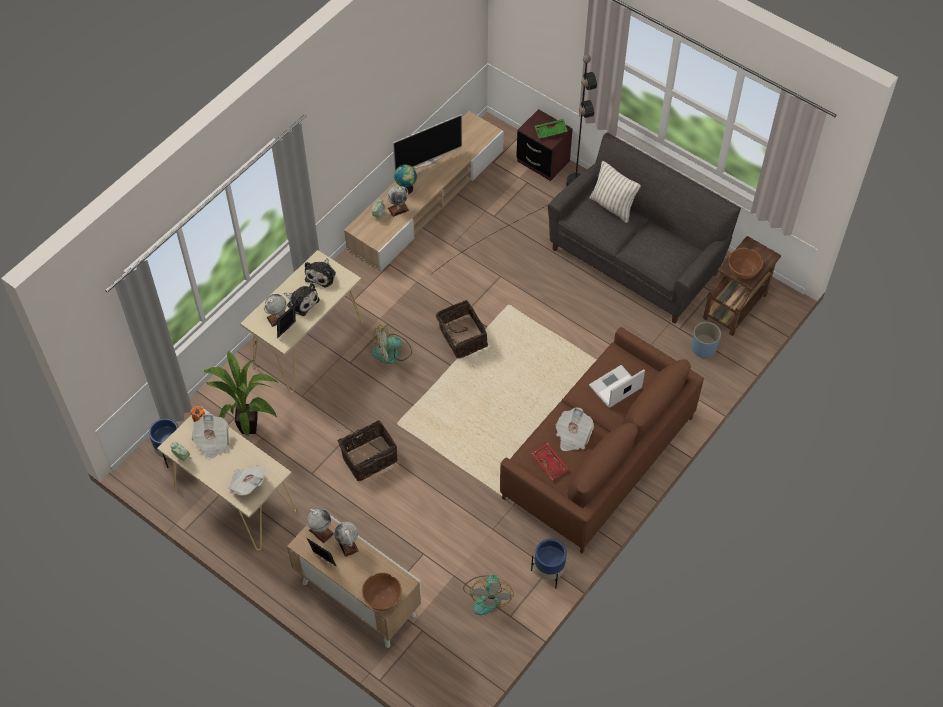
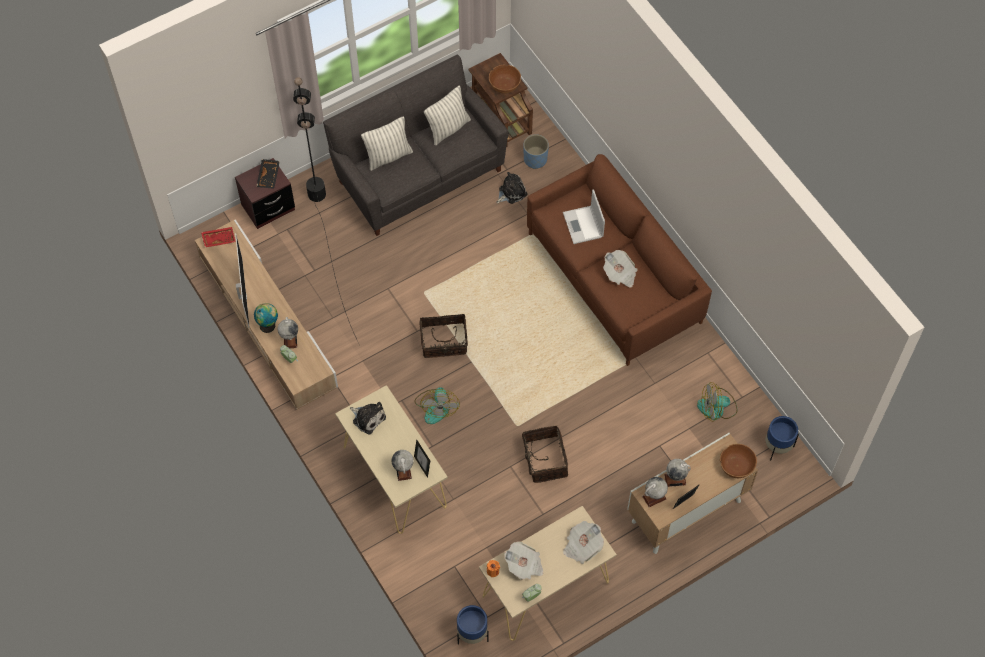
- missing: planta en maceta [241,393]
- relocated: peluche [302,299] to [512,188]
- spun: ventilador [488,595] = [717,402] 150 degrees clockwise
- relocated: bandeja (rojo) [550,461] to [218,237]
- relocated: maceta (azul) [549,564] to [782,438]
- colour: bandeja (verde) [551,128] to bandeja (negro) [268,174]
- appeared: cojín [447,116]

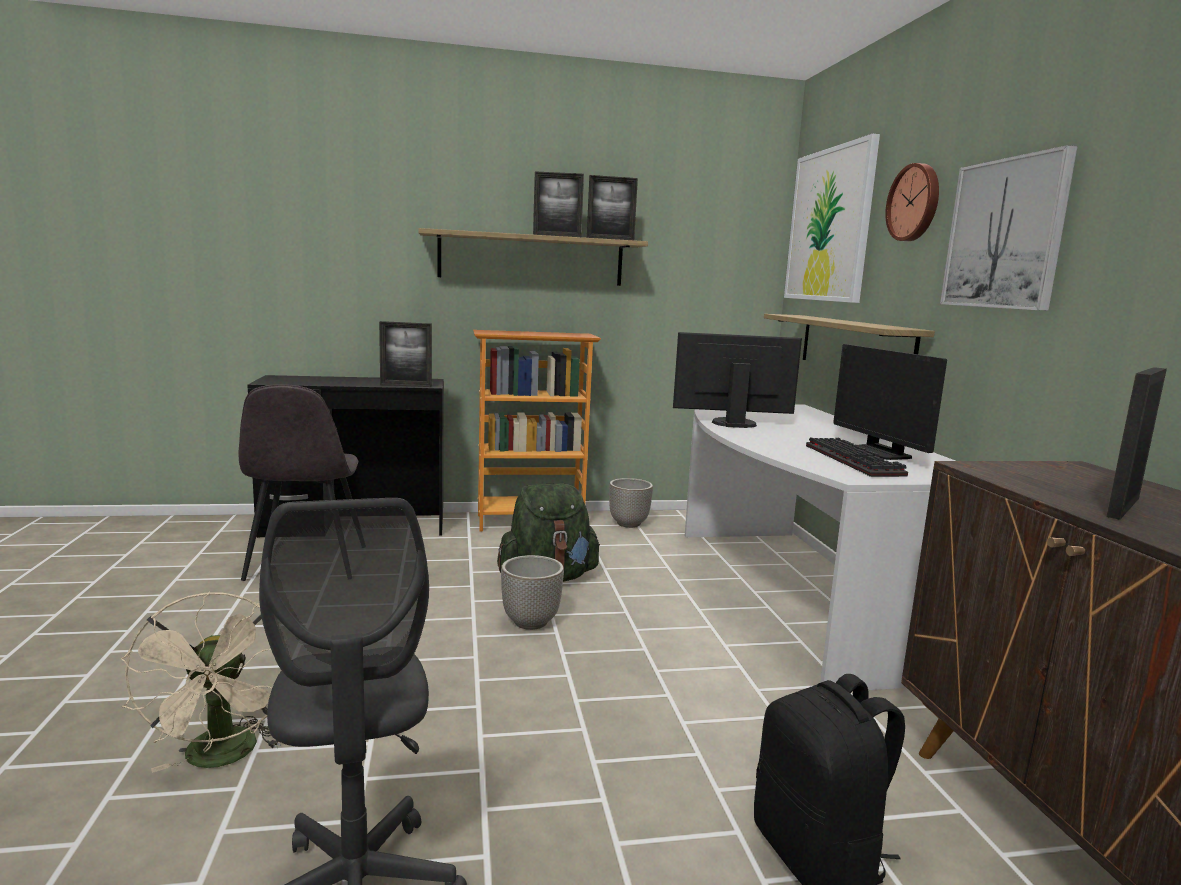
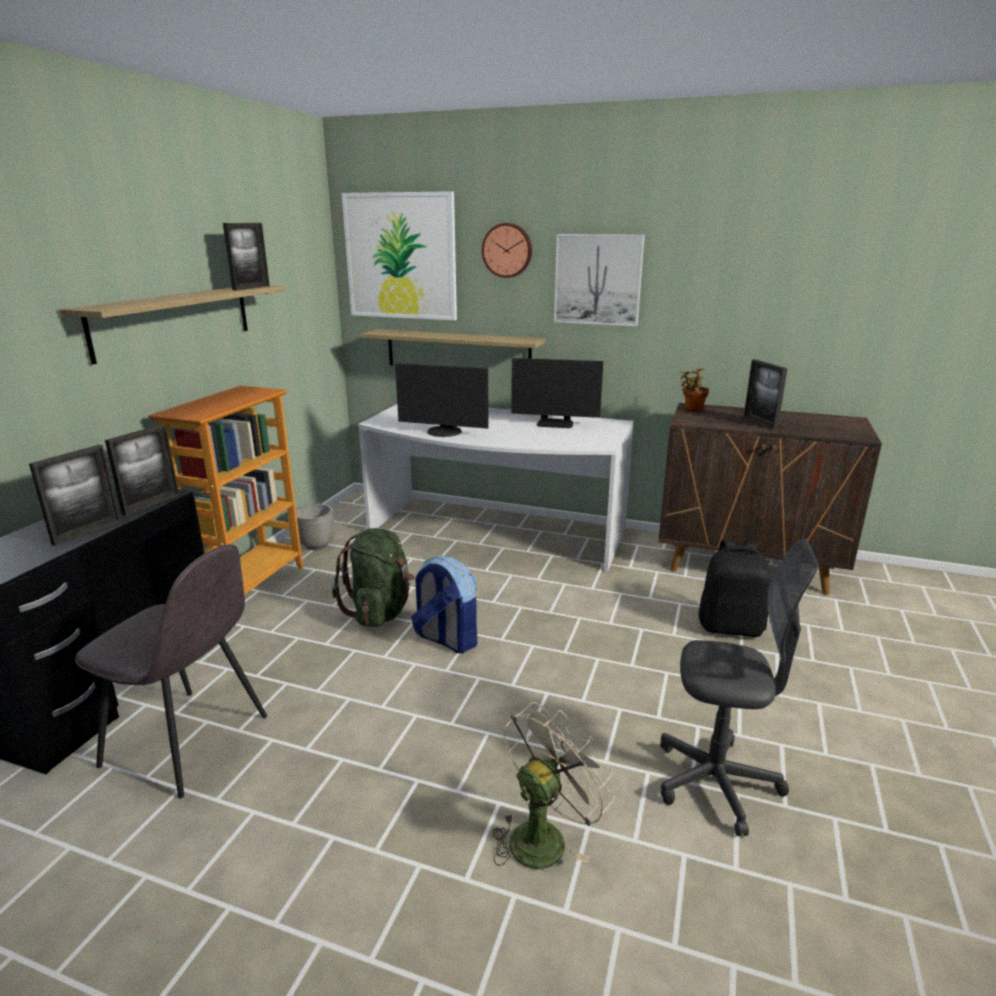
- spun: ventilador (beis) [201,682] = [553,785] 60 degrees counterclockwise
- exchanged: maceta [532,592] to mochila [444,604]
- relocated: portarretratos [558,204] to [74,495]
- spun: monitor [737,380] = [441,400] 105 degrees counterclockwise
- missing: teclado [857,457]
- appeared: planta en maceta [694,389]

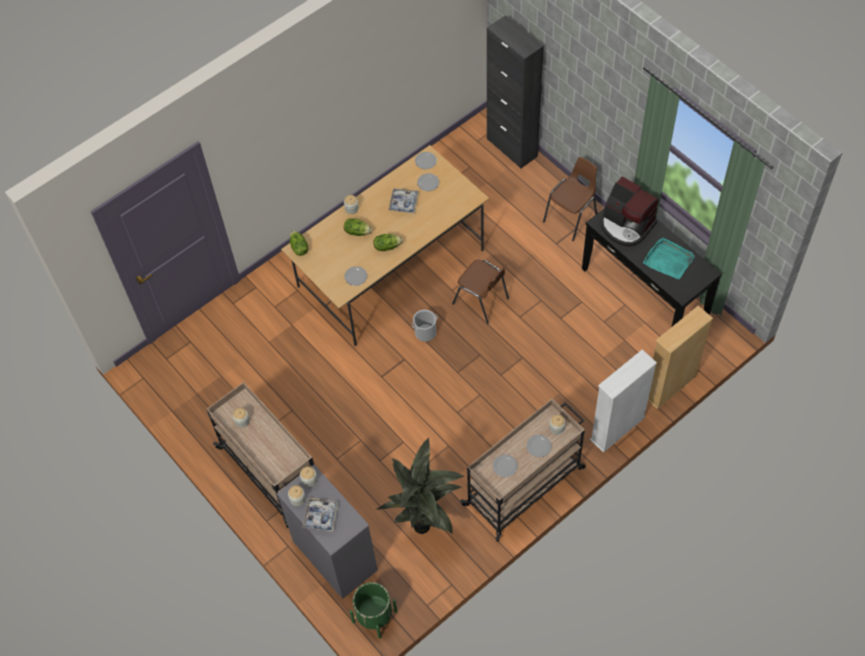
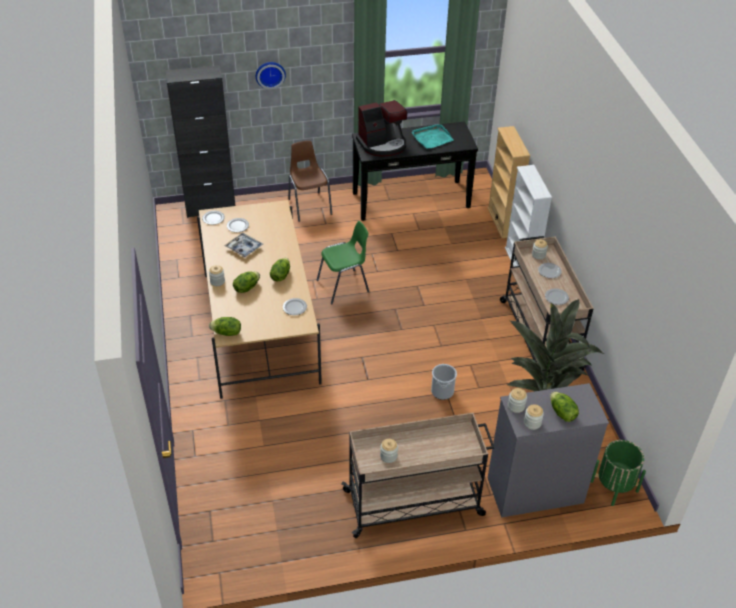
- exchanged: bandeja [320,515] to lechuga [564,407]
- relocated: cubo [425,326] to [444,382]
- colour: silla (marrón) [480,291] to silla (verde) [342,262]
- appeared: reloj de pared [271,75]

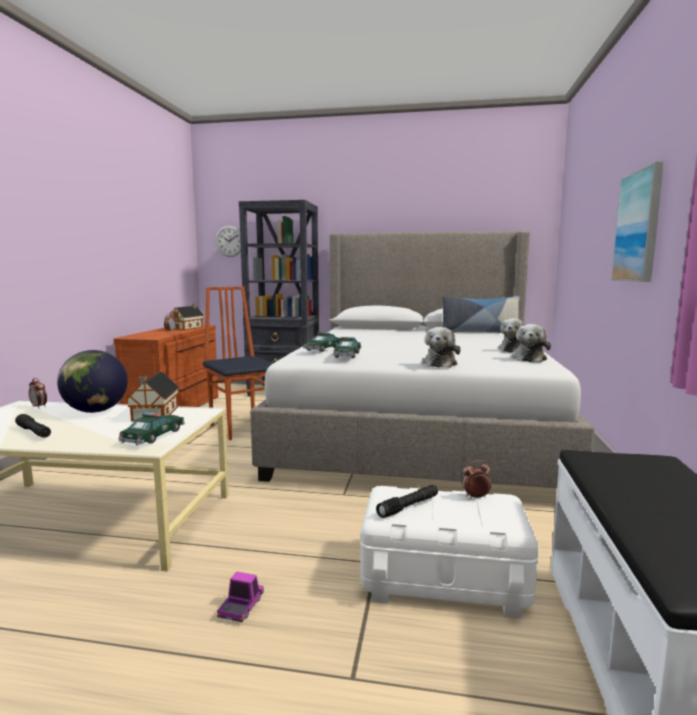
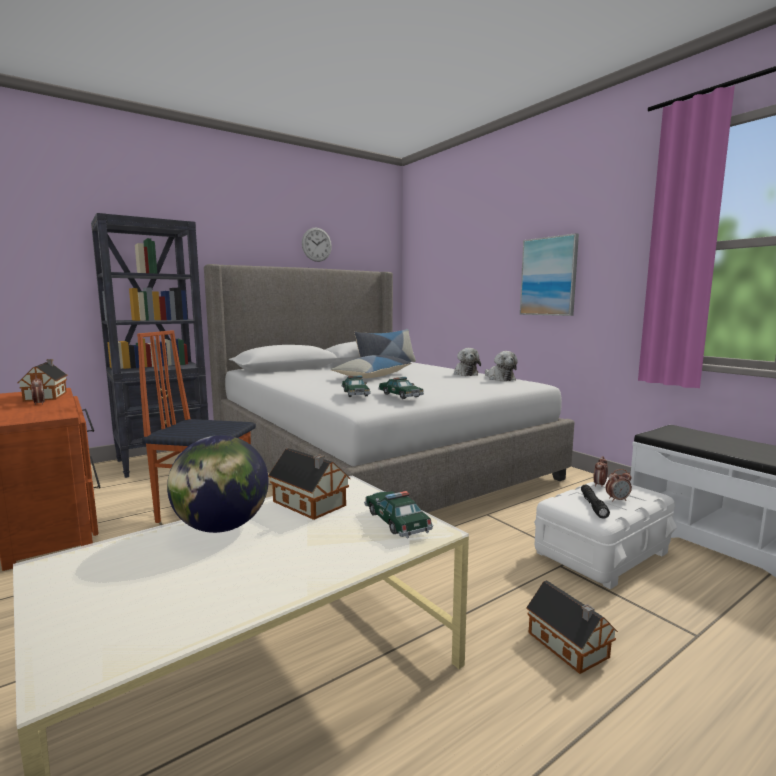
- missing: linterna (negro) [33,426]
- relocated: despertador [38,393] to [619,485]
- relocated: reloj de pared [228,241] to [317,245]
- exchanged: camión de juguete [240,597] to casita [572,627]
- missing: peluche [441,347]
- appeared: cojín [371,366]

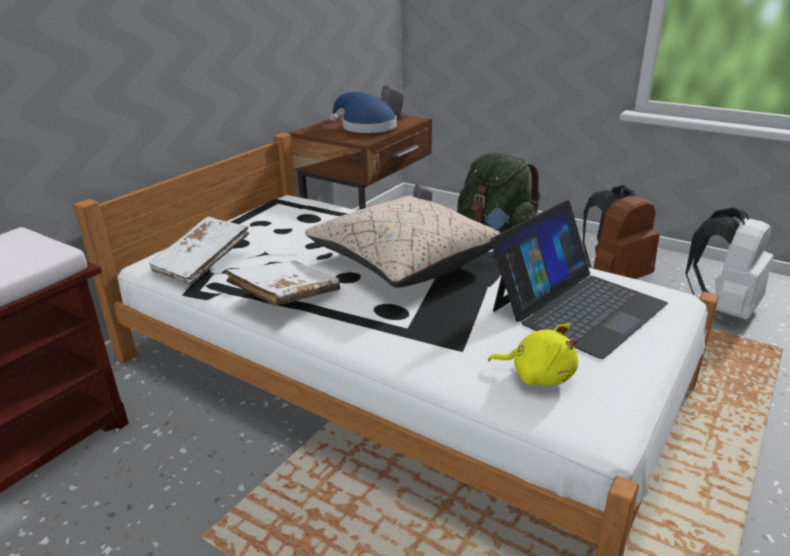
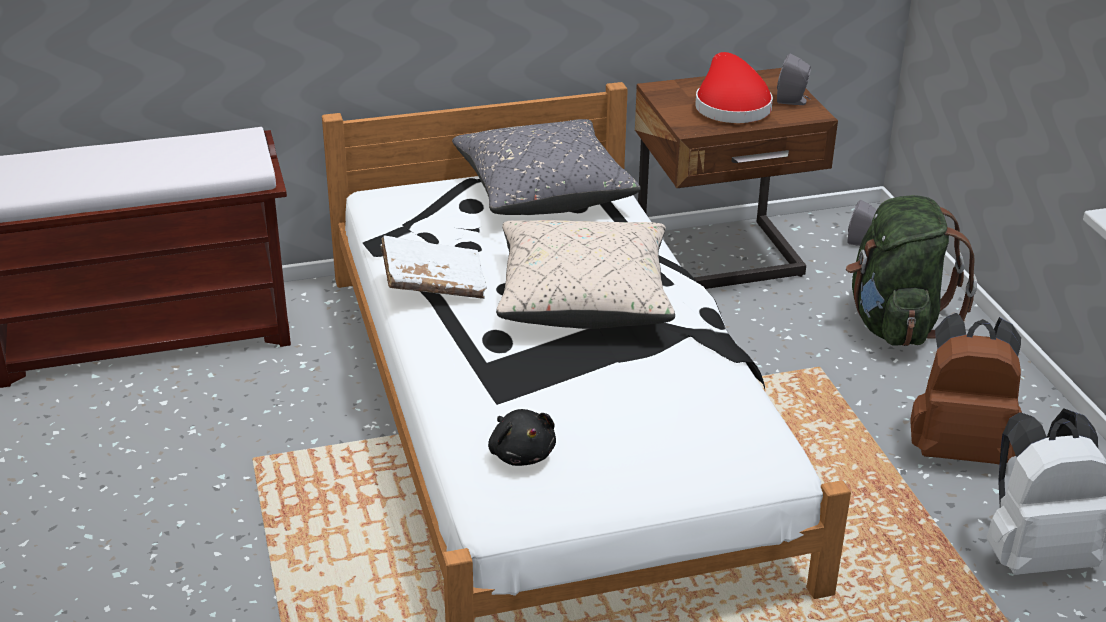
- missing: libro (blanco) [199,251]
- colour: sombrero (azul) [363,112] to sombrero (rojo) [734,87]
- colour: peluche (amarillo) [533,354] to peluche (negro) [522,437]
- missing: portátil [579,279]
- appeared: cojín (gris) [546,167]

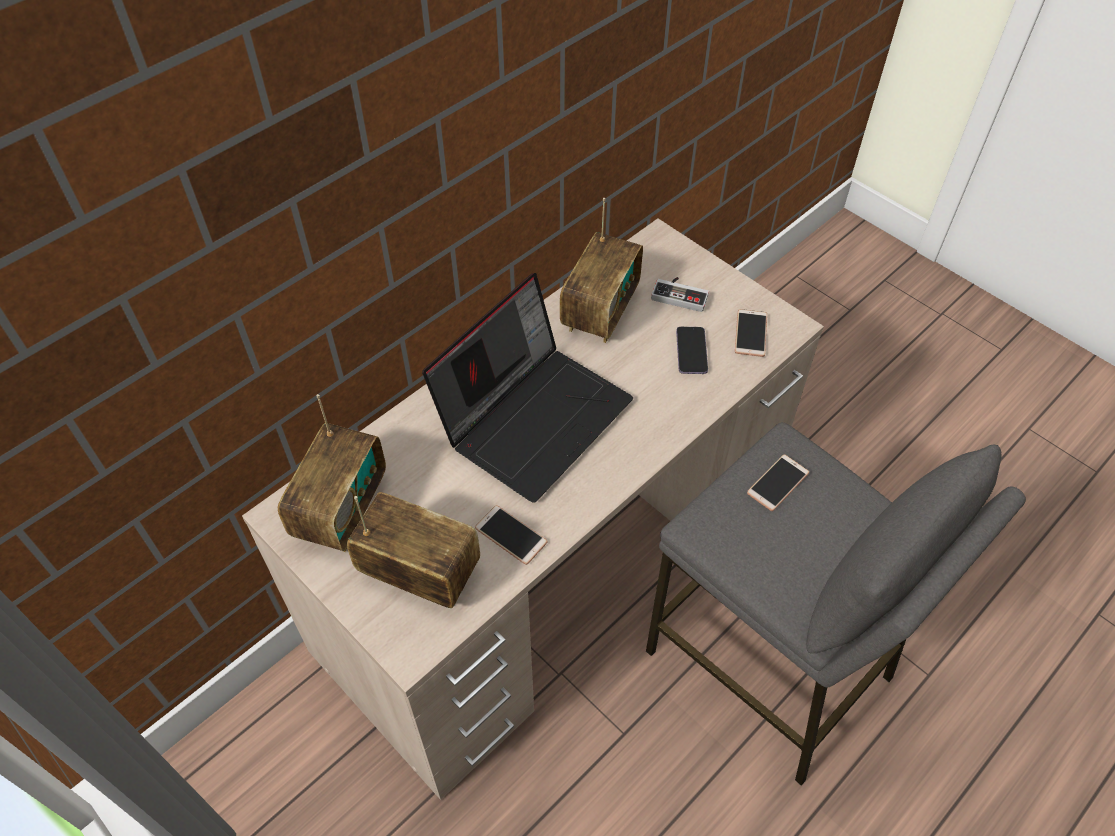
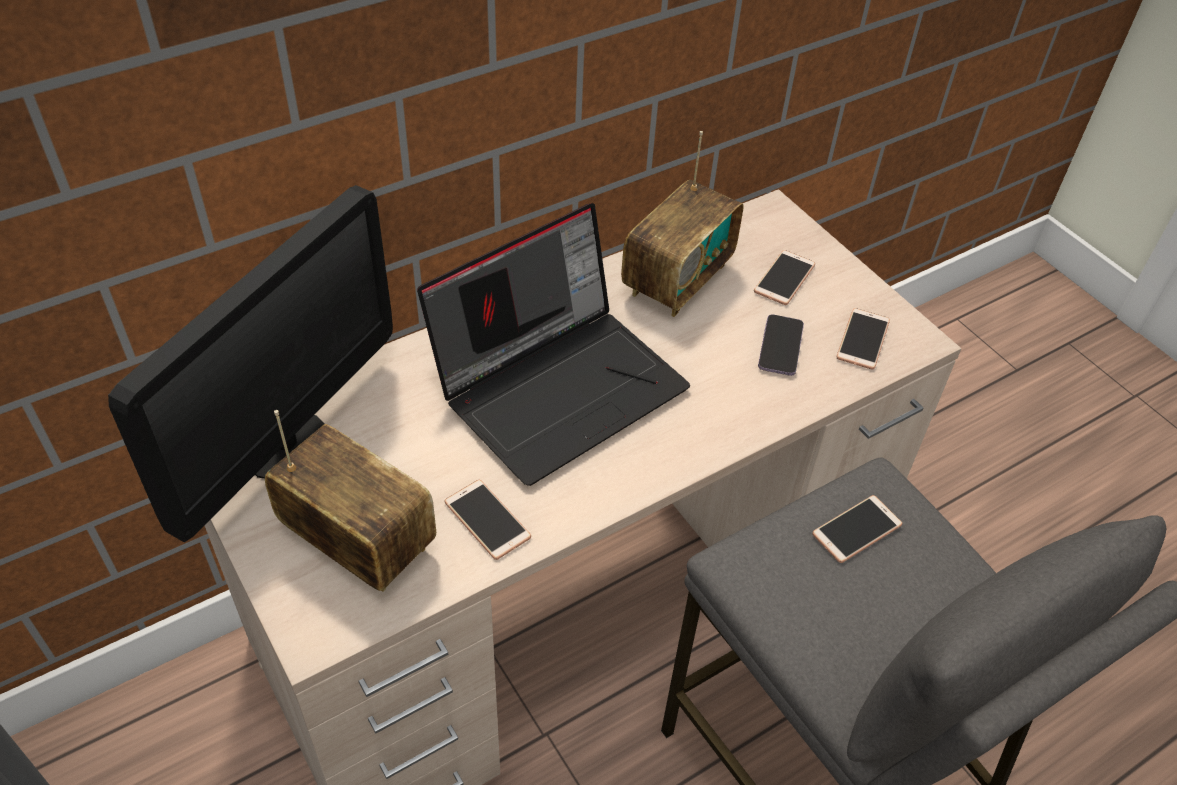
- exchanged: radio [332,473] to monitor [250,364]
- exchanged: mando de consola [680,294] to móvil [784,277]

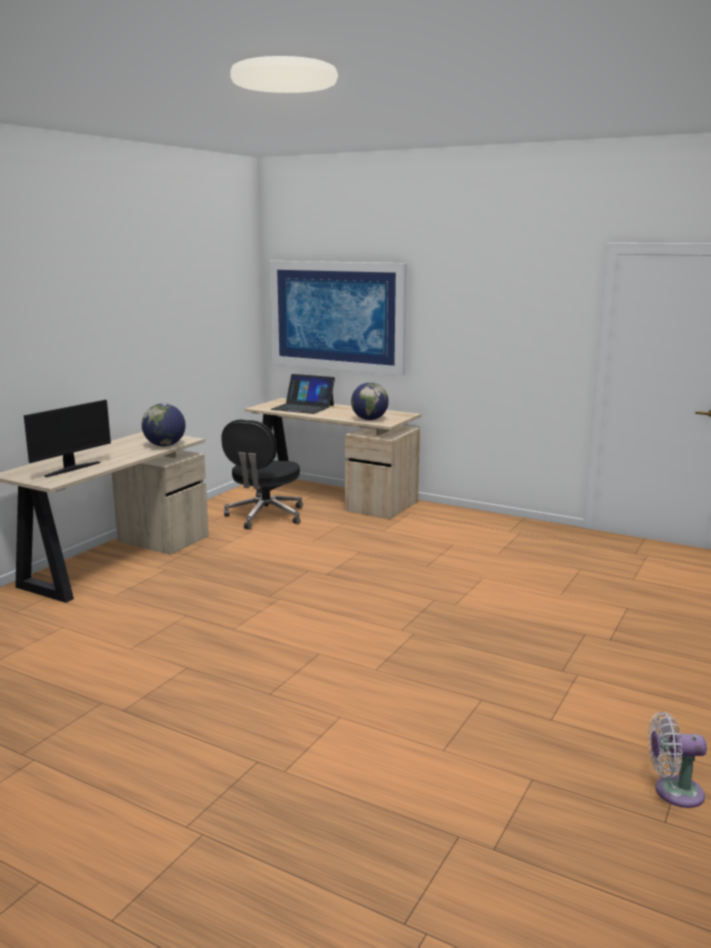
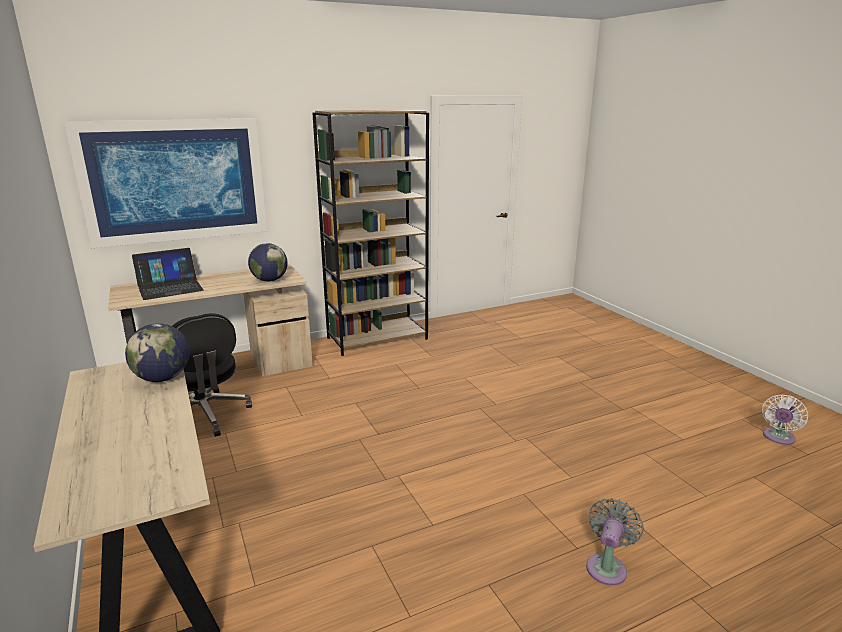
- missing: monitor [67,438]
- appeared: estantería (marrón) [370,233]
- appeared: ventilador (gris) [615,541]

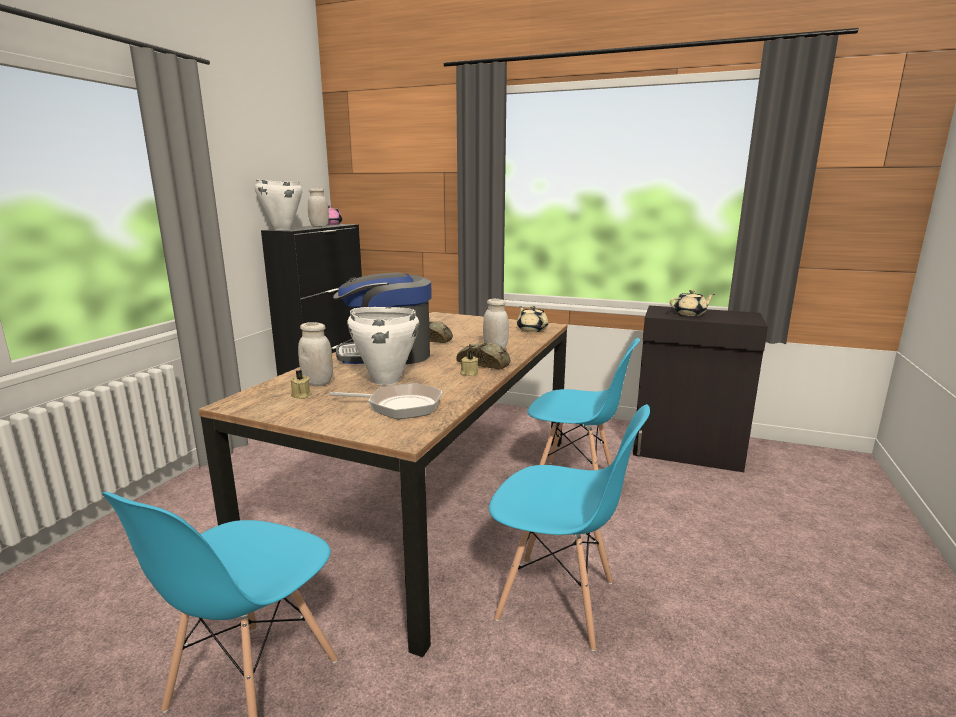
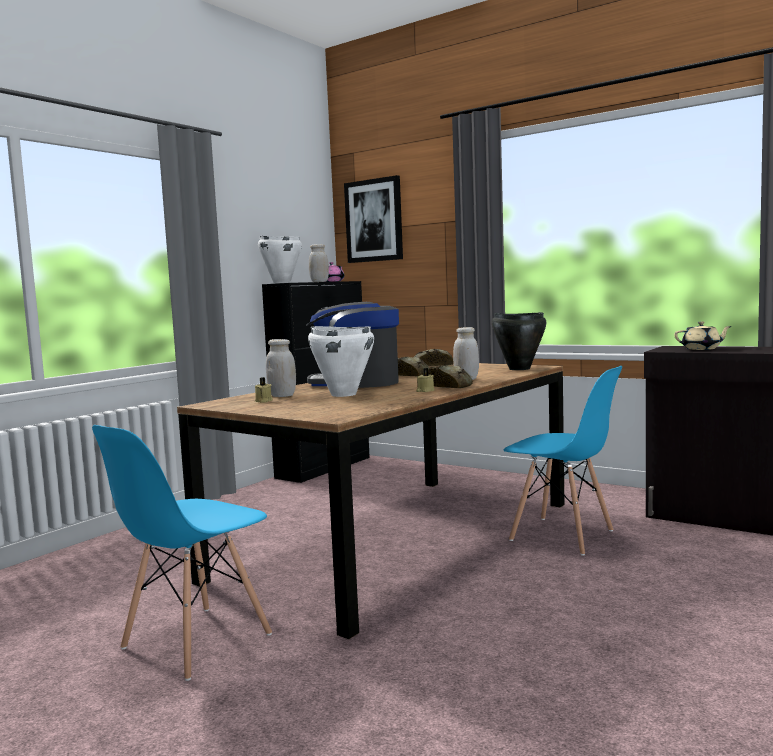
- missing: sartén [385,401]
- missing: silla (azul) [569,527]
- exchanged: tetera (beis) [532,319] to olla (negro) [519,341]
- appeared: cuadro [373,219]
- appeared: pan [434,357]

